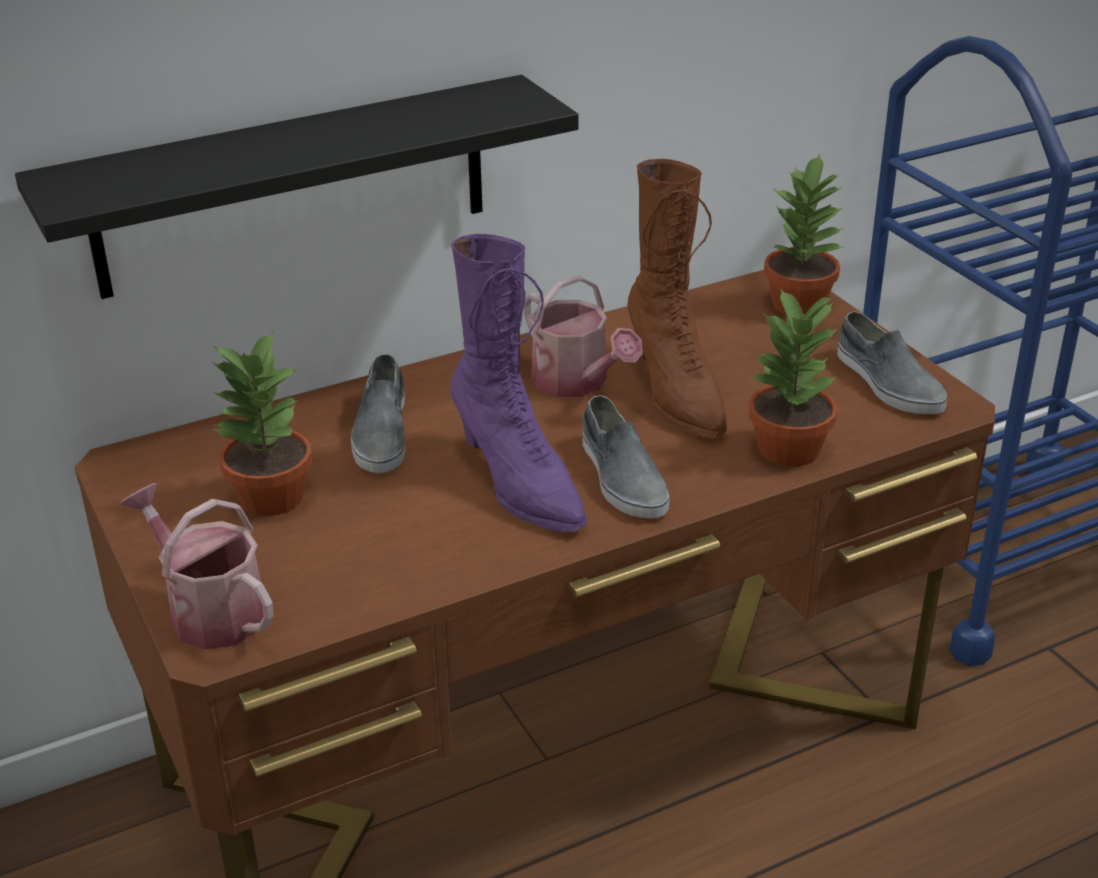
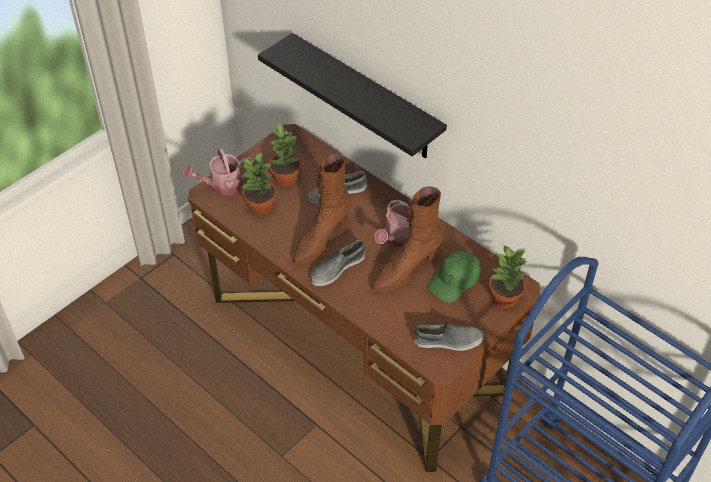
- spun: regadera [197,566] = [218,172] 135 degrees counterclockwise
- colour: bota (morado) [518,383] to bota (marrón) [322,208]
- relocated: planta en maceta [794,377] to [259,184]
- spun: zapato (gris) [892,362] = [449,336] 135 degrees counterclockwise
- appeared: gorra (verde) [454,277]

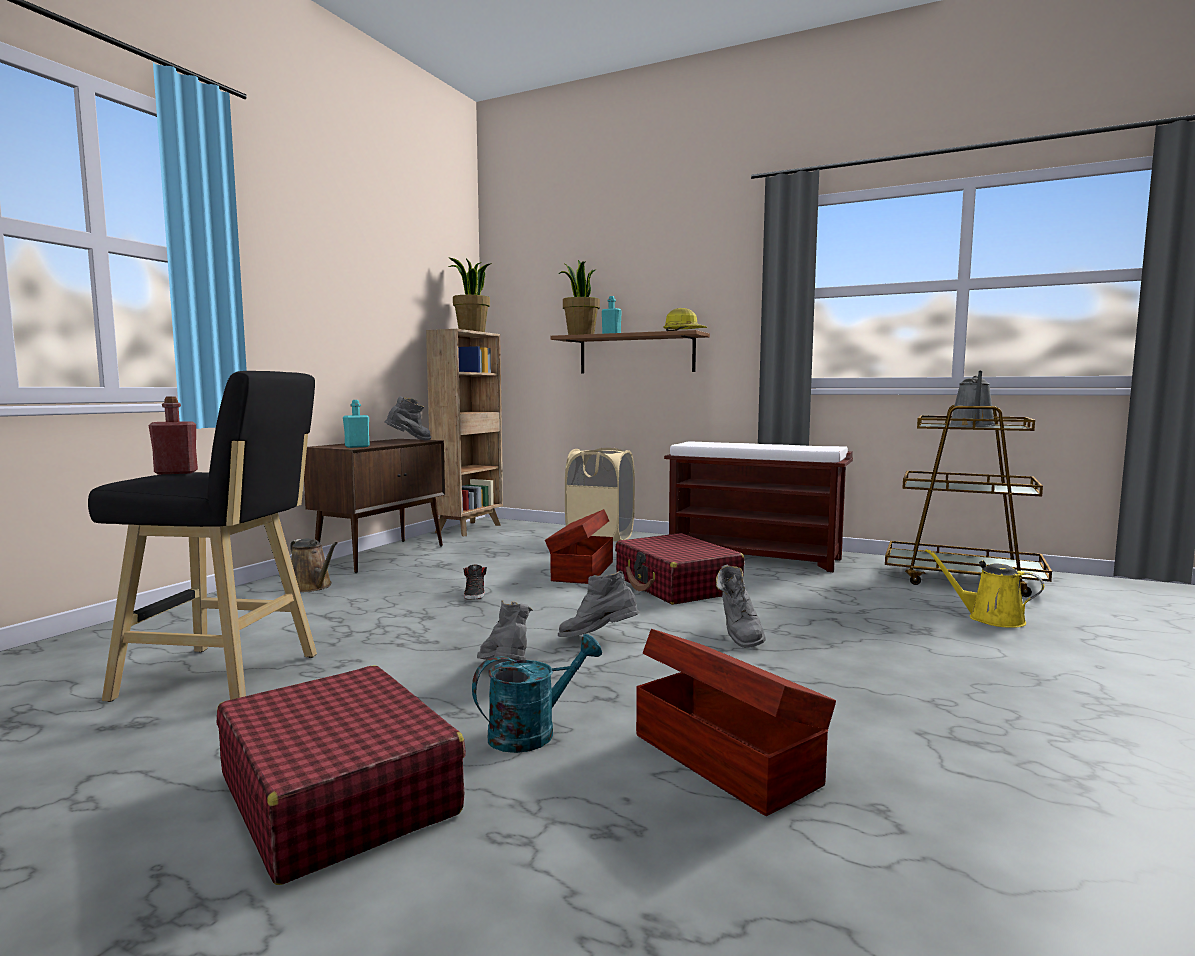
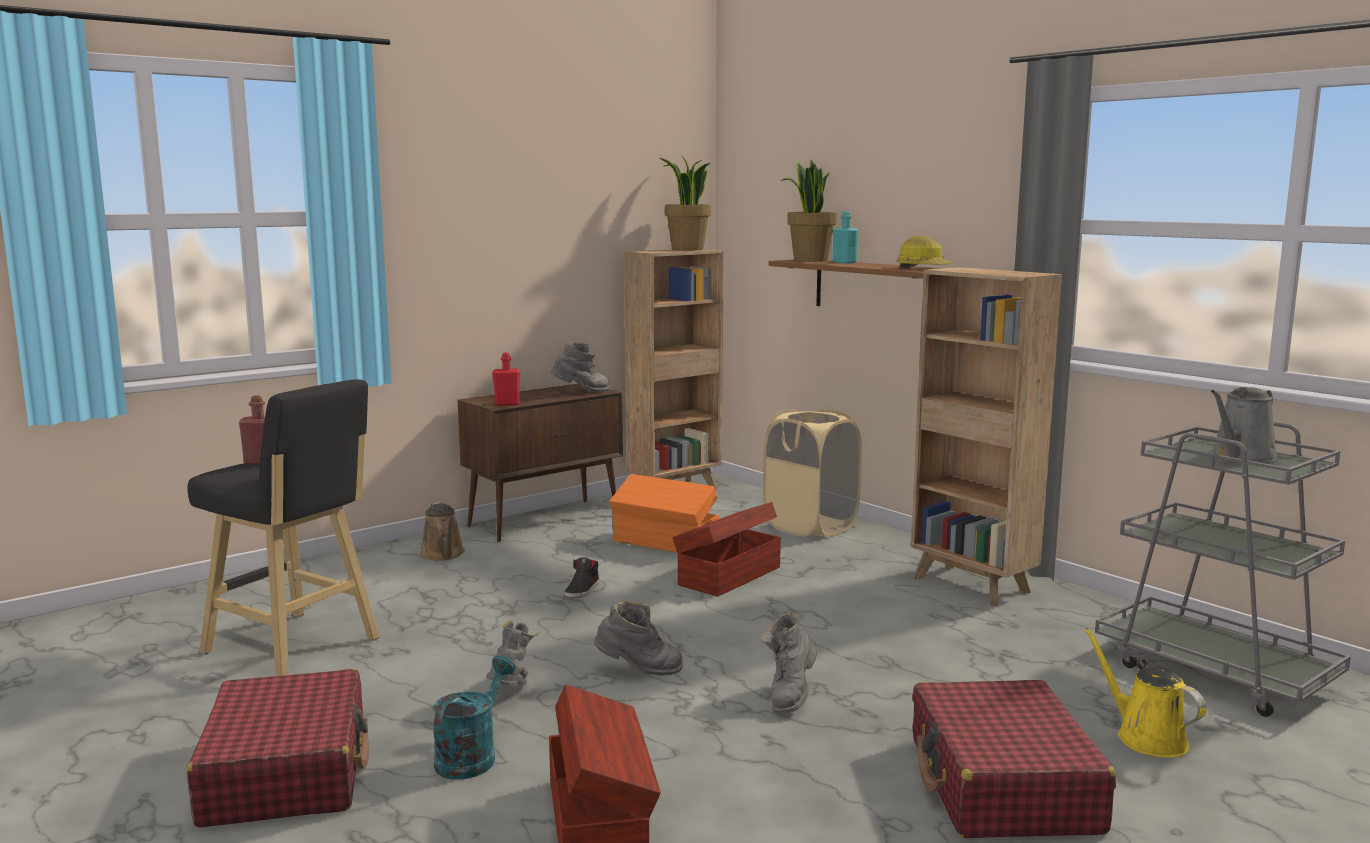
- colour: botella (turquesa) [356,424] to botella (rojo) [506,379]
- spun: regadera (turquesa) [537,693] = [474,717] 60 degrees counterclockwise
- spun: bota (gris) [599,604] = [638,638] 150 degrees clockwise
- relocated: maleta (rojo) [680,569] to [1014,759]
- exchanged: banco (marrón) [758,506] to estantería (marrón) [986,436]
- colour: carrito (marrón) [968,501] to carrito (gris) [1223,569]
- appeared: caja de almacenaje (naranja) [664,513]

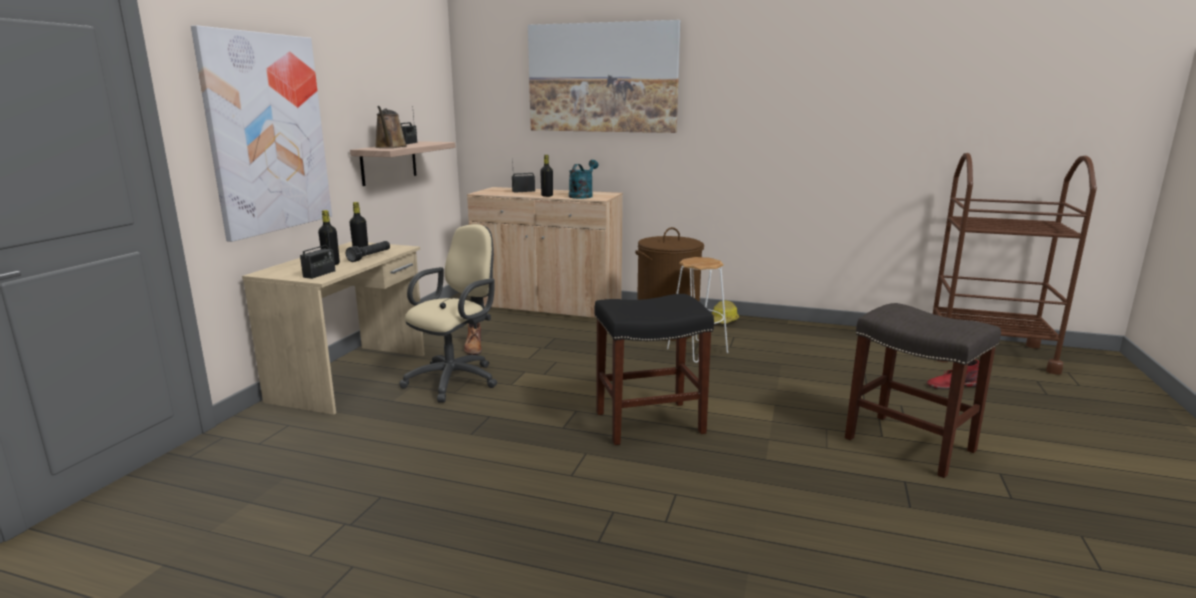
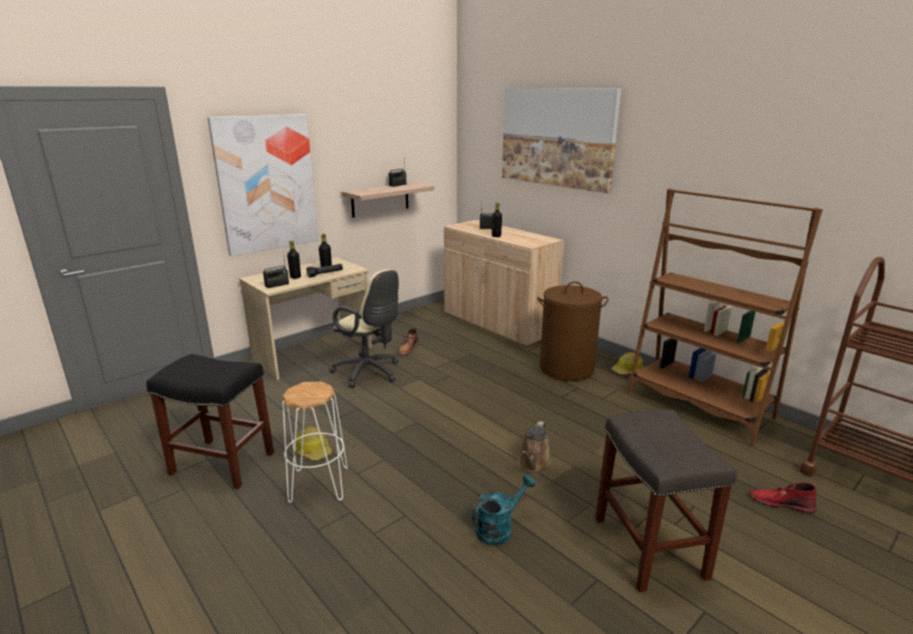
- relocated: regadera (marrón) [391,127] to [535,446]
- spun: silla de oficina (beis) [448,313] = [364,328] 60 degrees clockwise
- relocated: regadera (turquesa) [583,179] to [503,510]
- relocated: taburete (negro) [654,369] to [210,421]
- relocated: taburete (blanco) [697,310] to [315,442]
- appeared: casco [313,443]
- appeared: estantería (marrón) [725,317]

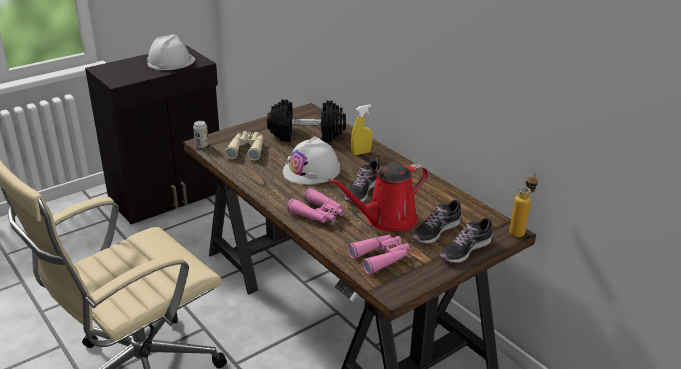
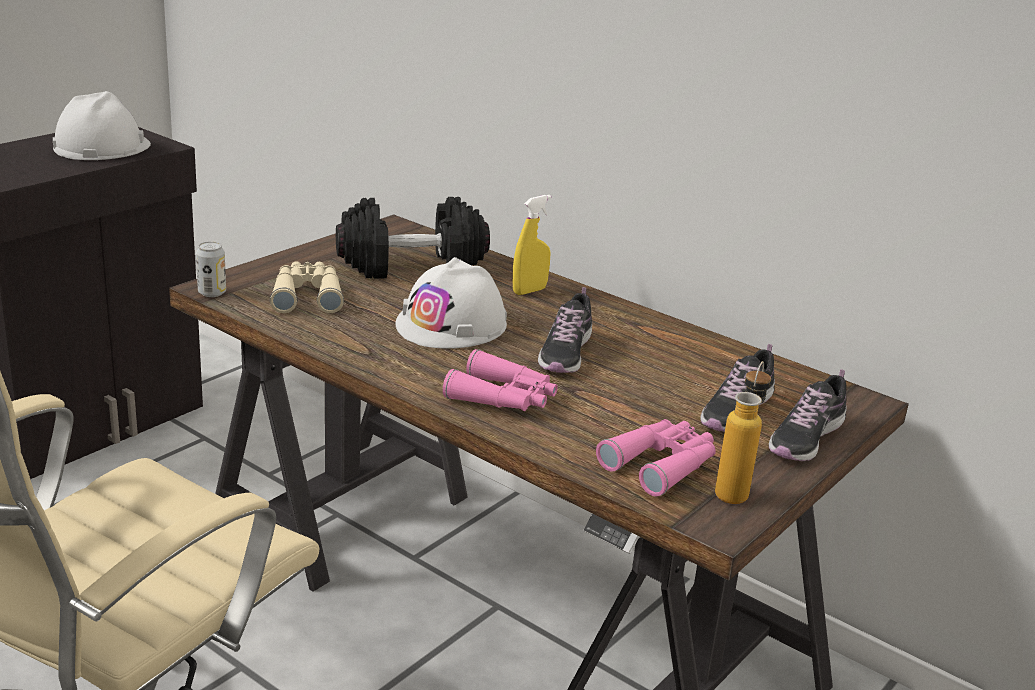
- missing: regadera (rojo) [378,197]
- relocated: botella [523,205] to [743,432]

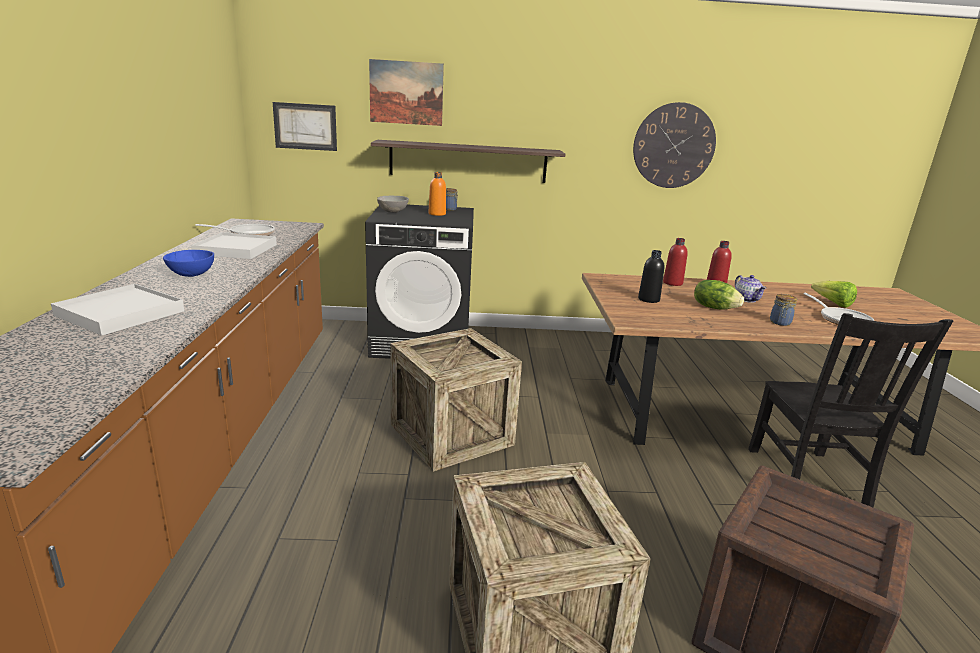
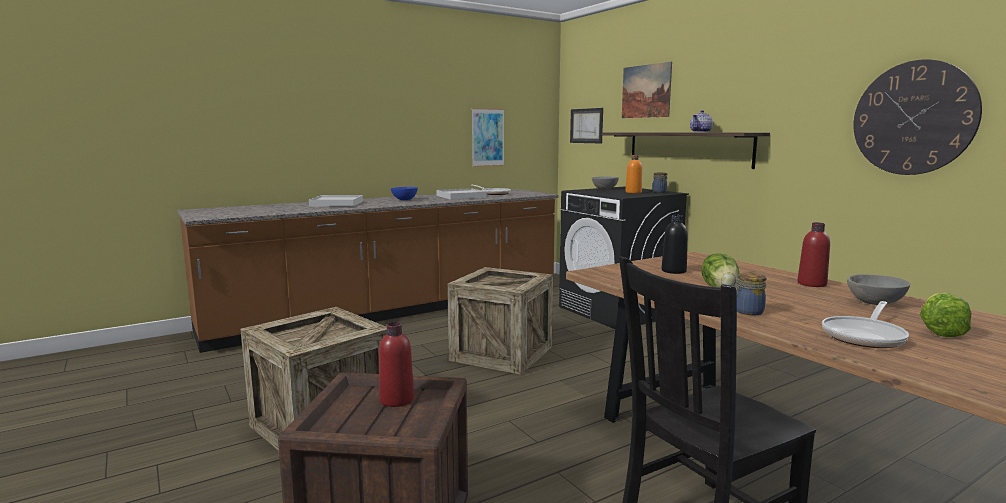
- relocated: botella (rojo) [675,262] to [396,364]
- relocated: tetera [750,289] to [701,121]
- appeared: cuadro [487,137]
- appeared: cuenco (gris) [878,289]

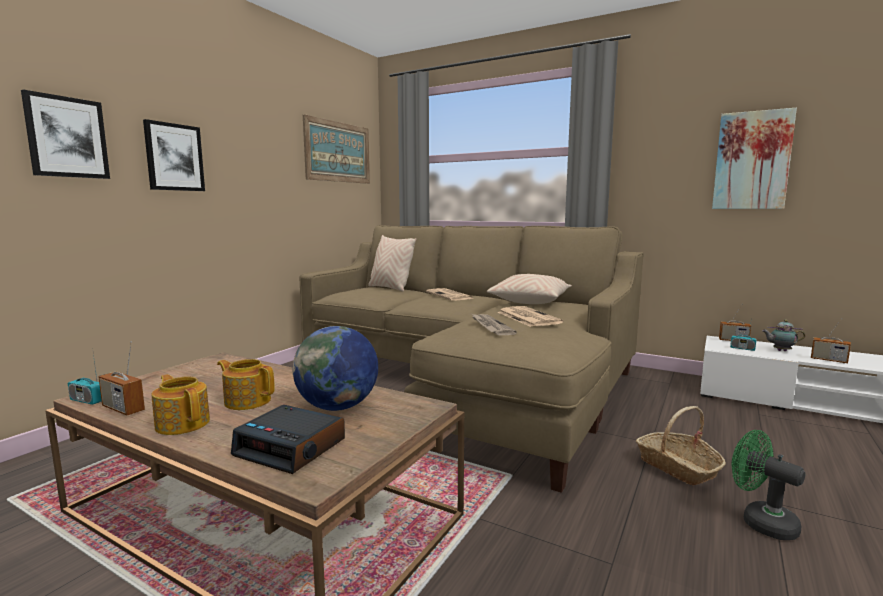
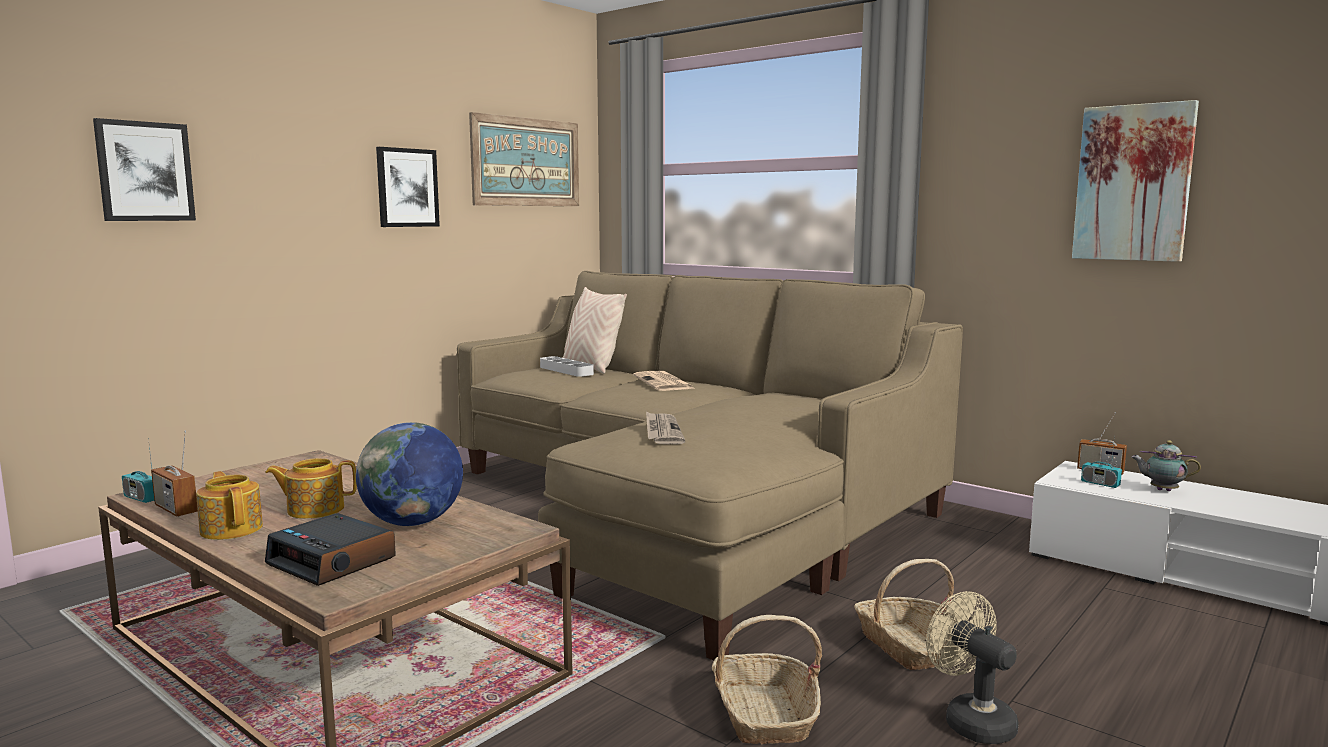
- relocated: cuadro [174,155] to [408,187]
- spun: tetera [245,384] = [311,488] 45 degrees counterclockwise
- missing: cojín (beis) [529,289]
- missing: periódico [531,316]
- colour: ventilador (verde) [768,485] to ventilador (beis) [972,667]
- missing: radio [831,340]
- appeared: bandeja (gris) [567,366]
- appeared: cesta [767,679]

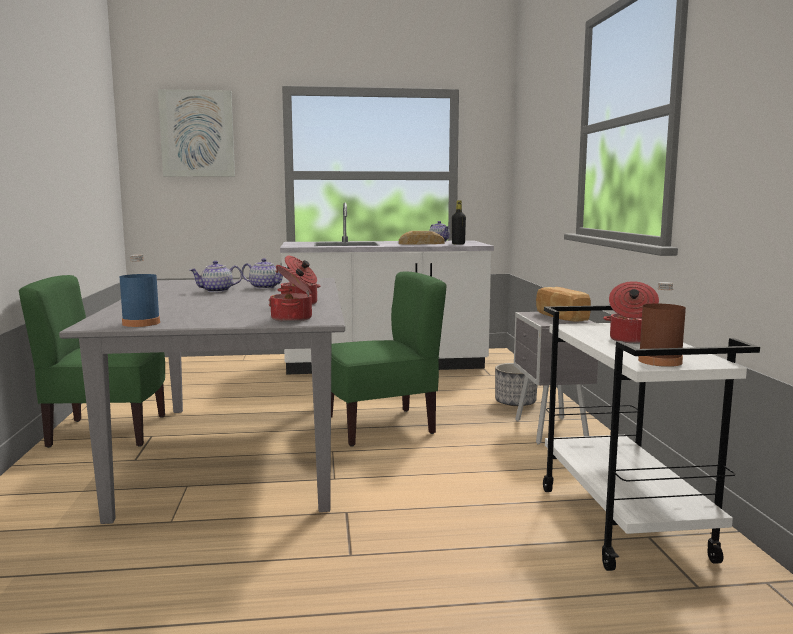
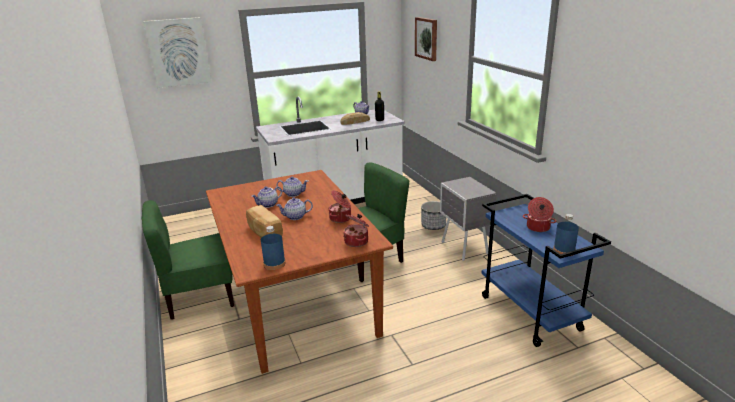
- colour: mesa de comedor (gris) [202,401] to mesa de comedor (marrón) [299,272]
- relocated: pan [563,304] to [264,221]
- colour: carrito (blanco) [651,438] to carrito (azul) [546,270]
- colour: botella (marrón) [662,324] to botella (azul) [566,235]
- appeared: tetera [294,209]
- appeared: cuadro [426,39]

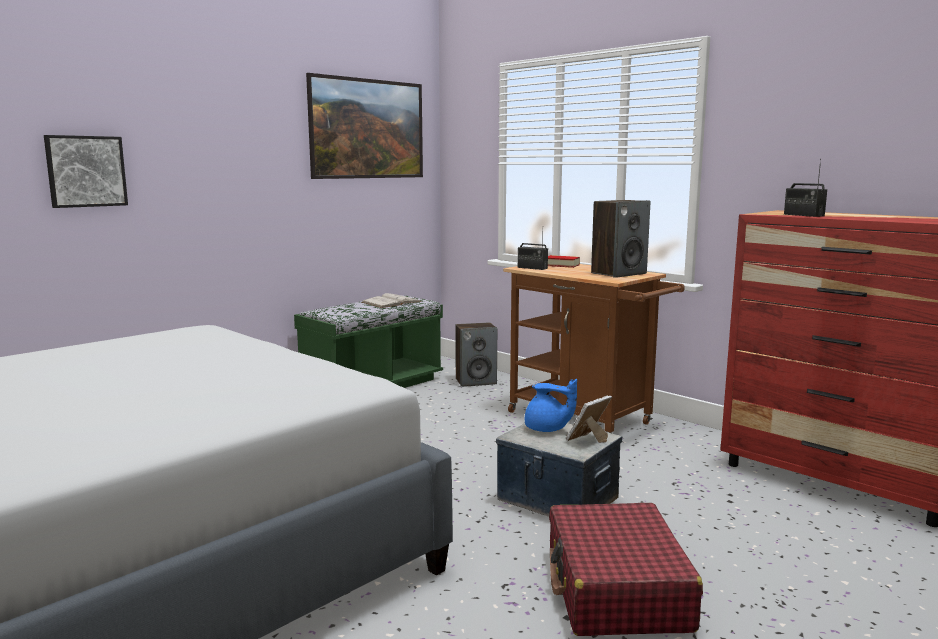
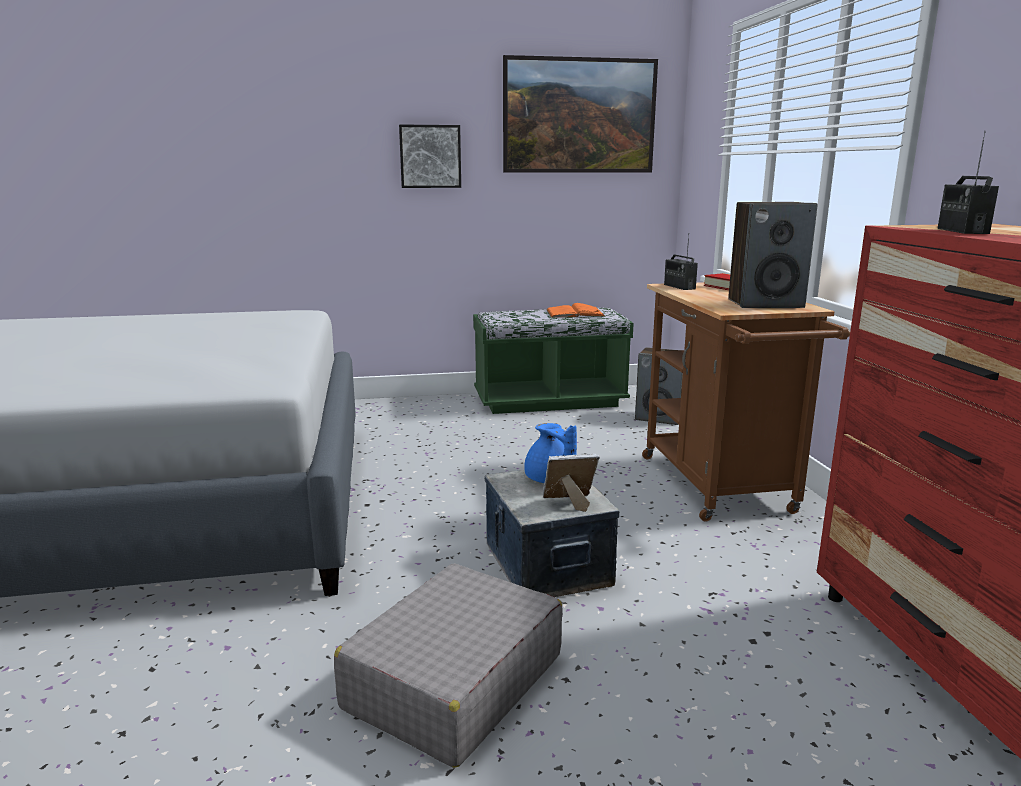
- relocated: cuadro [86,171] to [430,156]
- colour: libro (blanco) [391,300] to libro (naranja) [575,310]
- colour: maleta (rojo) [626,569] to maleta (gris) [448,665]

